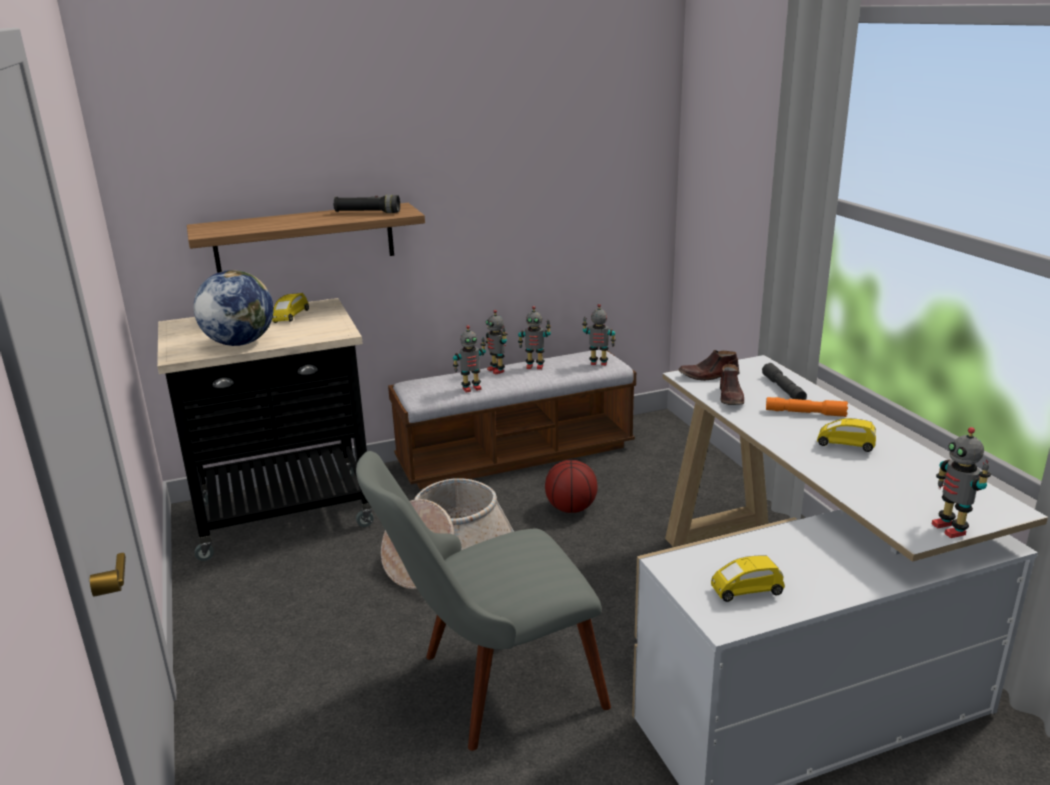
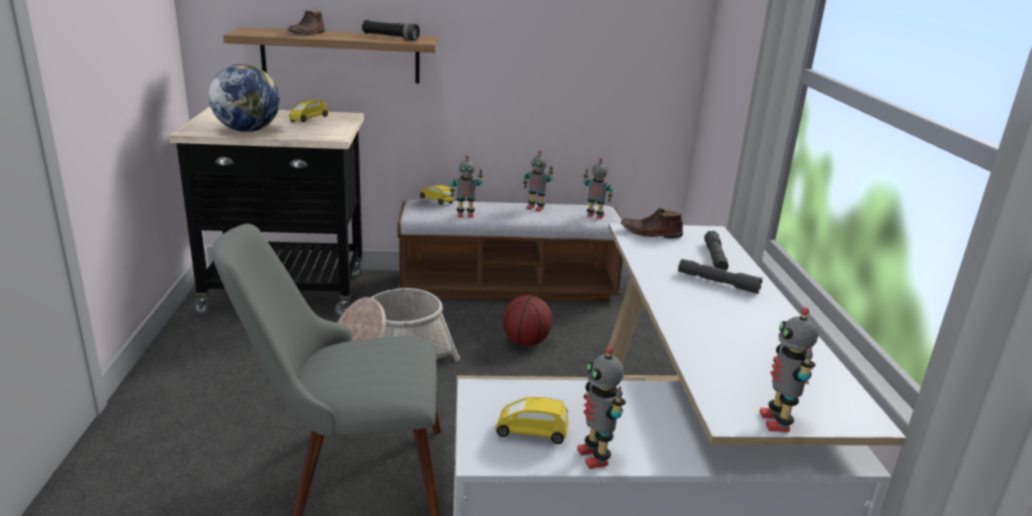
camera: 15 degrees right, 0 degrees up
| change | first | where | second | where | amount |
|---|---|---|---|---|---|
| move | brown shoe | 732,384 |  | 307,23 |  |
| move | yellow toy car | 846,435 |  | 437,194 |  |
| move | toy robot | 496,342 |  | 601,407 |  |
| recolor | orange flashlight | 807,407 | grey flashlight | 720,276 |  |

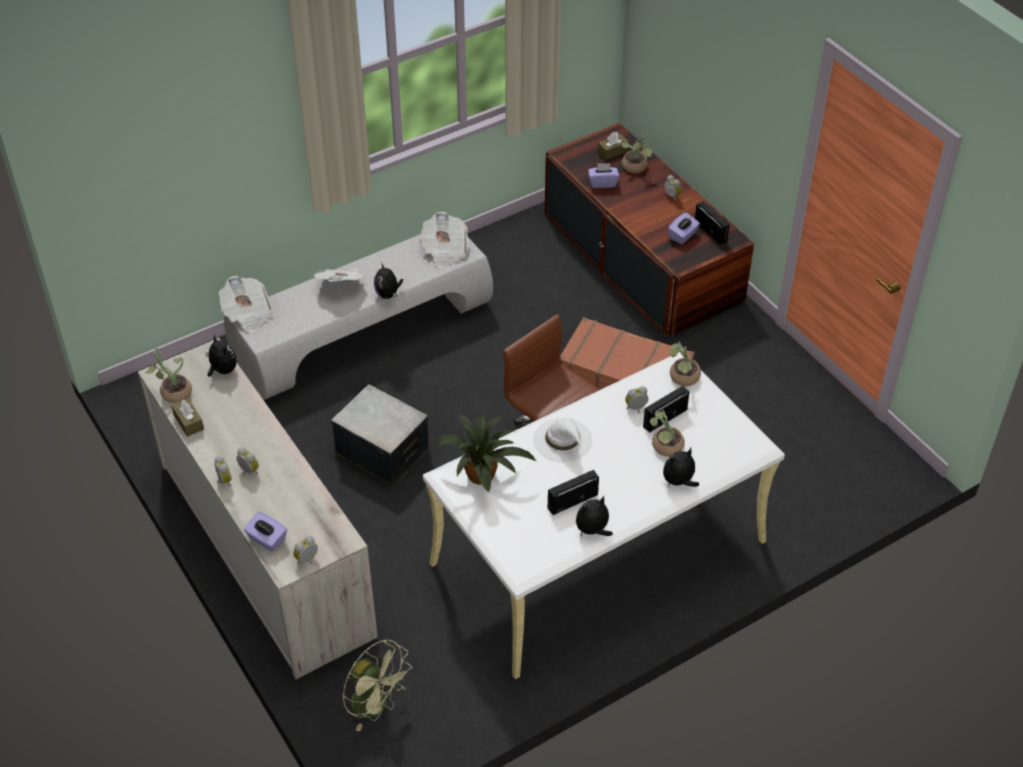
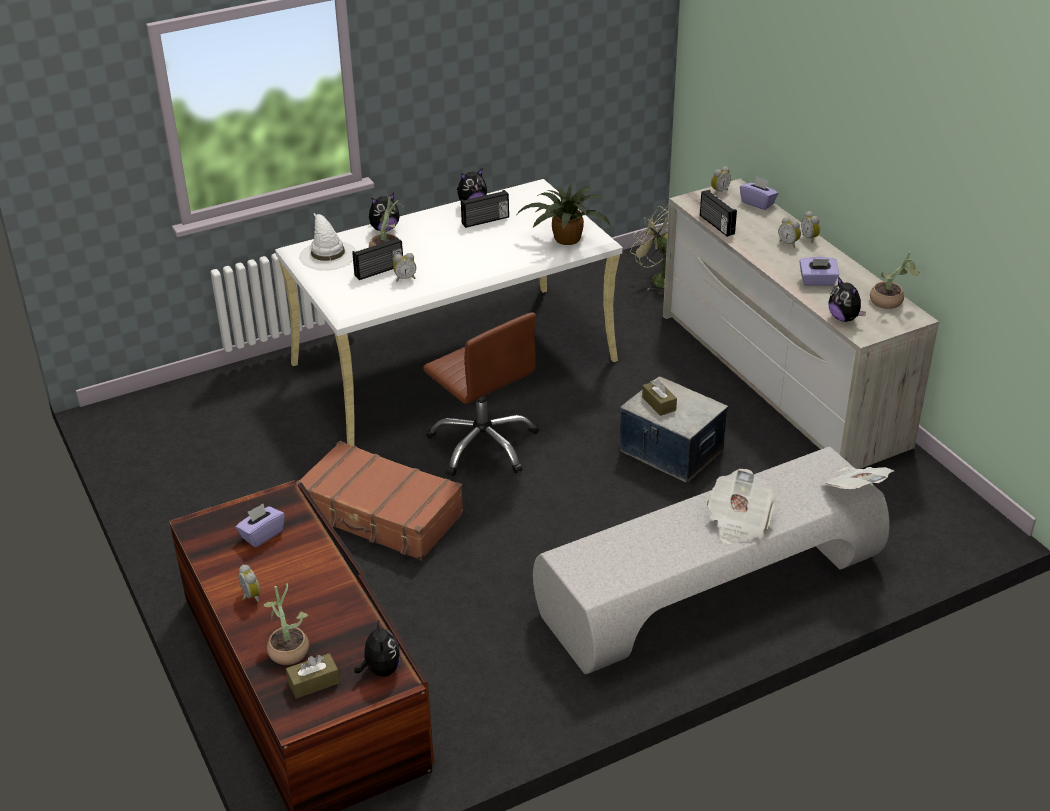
camera: 175 degrees left, 10 degrees down
| change | first | where | second | where | amount |
|---|---|---|---|---|---|
| move | white hat | 562,440 |  | 328,242 |  |
| move | plush toy | 388,280 |  | 377,648 |  |
| move | brown tissue box | 187,417 |  | 659,397 |  |
| move | radio | 712,223 |  | 718,213 |  |
| move | purple tissue box | 603,175 |  | 819,271 |  |
| delete | newspaper | 444,240 |  |  |  |
| delete | potted plant | 685,363 |  |  |  |

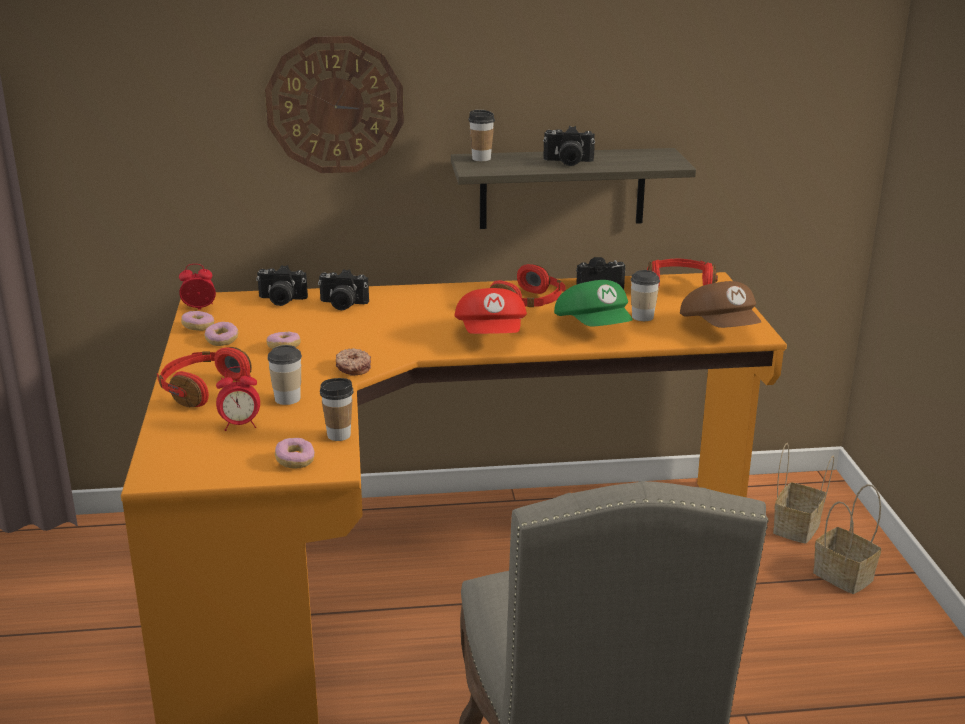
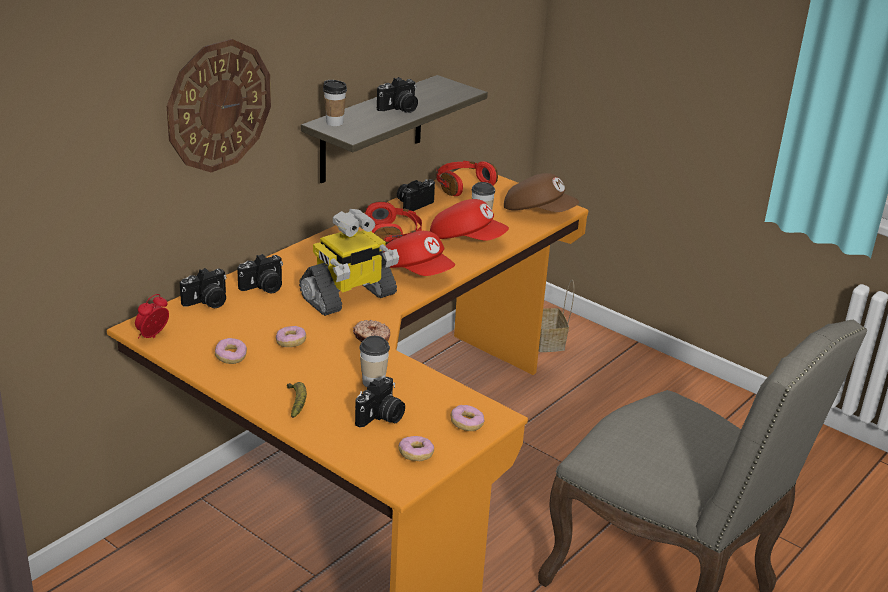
camera: 45 degrees left, 5 degrees up
| change | first | where | second | where | amount |
|---|---|---|---|---|---|
| replace | red headphones | 204,377 | banana | 297,400 |  |
| insert |  |  | toy robot | 349,262 |  |
| replace | alarm clock | 238,398 | photo camera | 380,402 |  |
| move | donut | 197,321 |  | 416,448 |  |
| recolor | green cap | 593,303 | red cap | 469,220 |  |
| delete | cup | 336,409 |  |  |  |
| delete | basket | 847,539 |  |  |  |

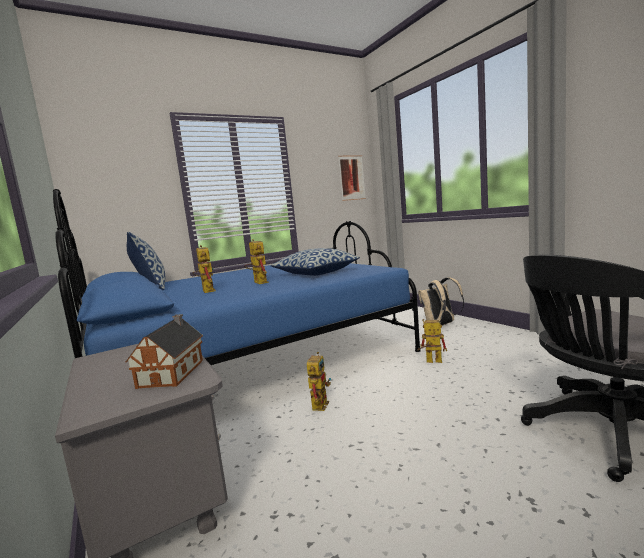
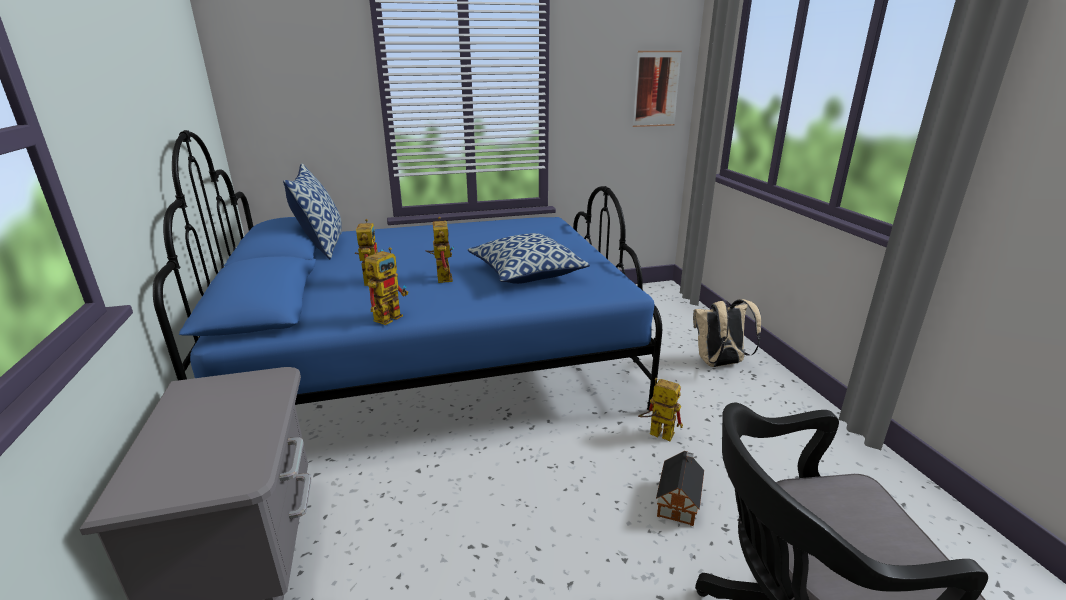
camera: 15 degrees right, 15 degrees up
| change | first | where | second | where | amount |
|---|---|---|---|---|---|
| move | toy robot | 319,381 |  | 386,286 |  |
| move | toy house | 164,351 |  | 680,488 |  |

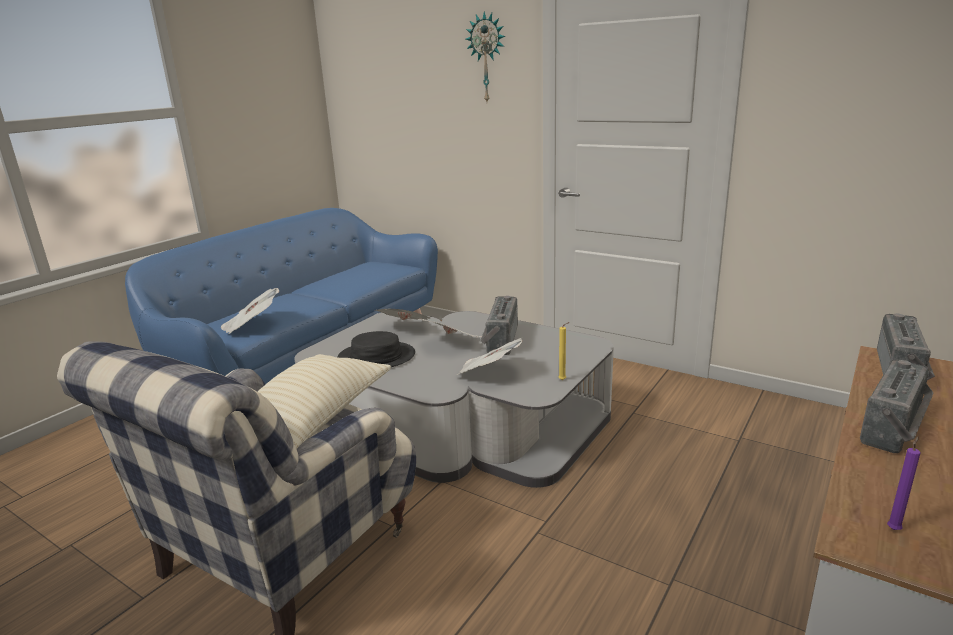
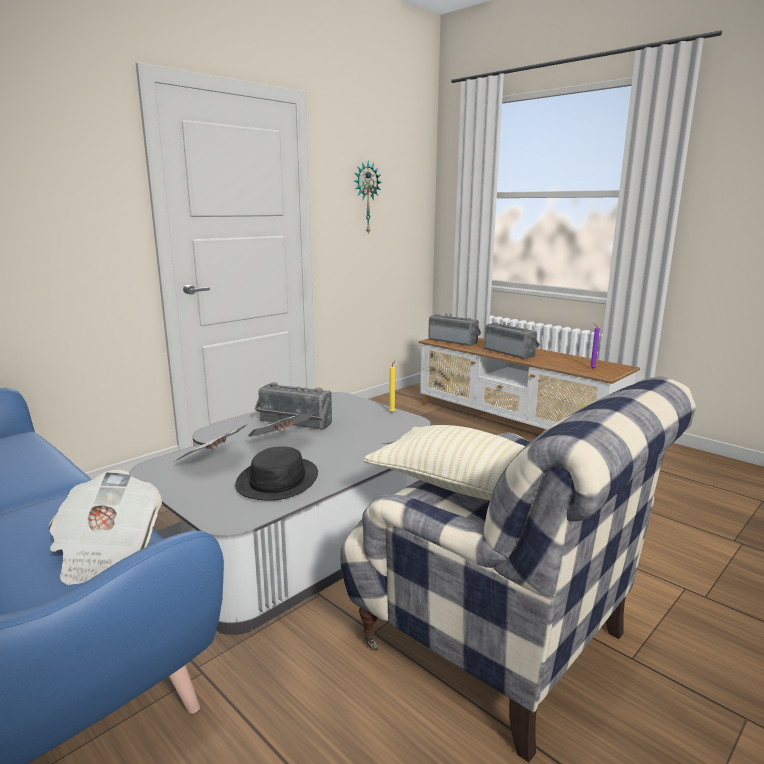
camera: 80 degrees left, 5 degrees down
| change | first | where | second | where | amount |
|---|---|---|---|---|---|
| move | wall clock | 485,57 |  | 368,198 |  |
| delete | newspaper | 490,356 |  |  |  |

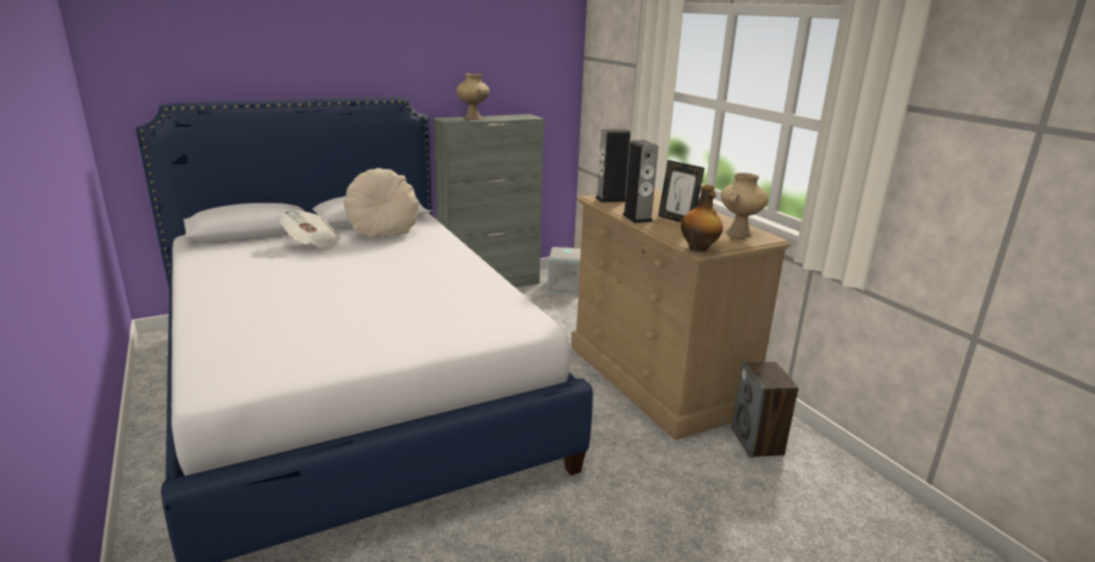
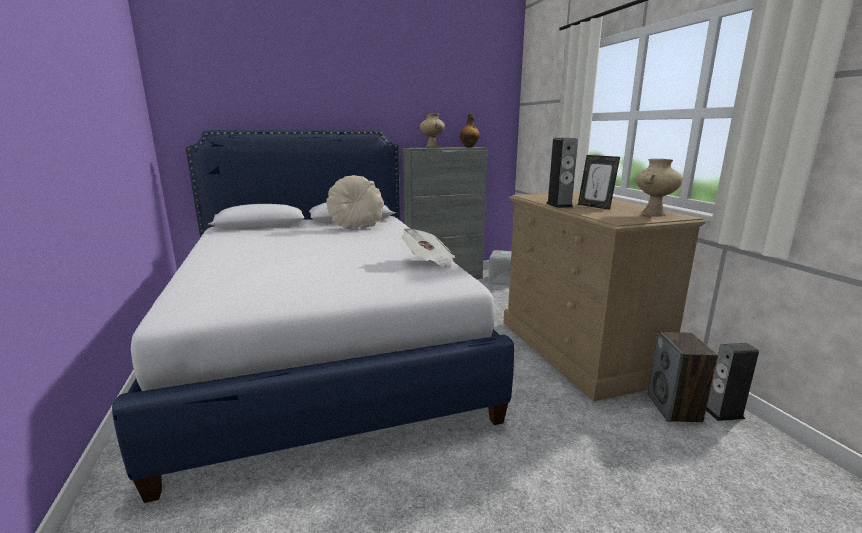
camera: 10 degrees right, 5 degrees down
| change | first | where | second | where | amount |
|---|---|---|---|---|---|
| move | newspaper | 310,230 |  | 428,248 |  |
| move | bottle | 702,218 |  | 470,130 |  |
| move | speaker | 612,166 |  | 732,382 |  |

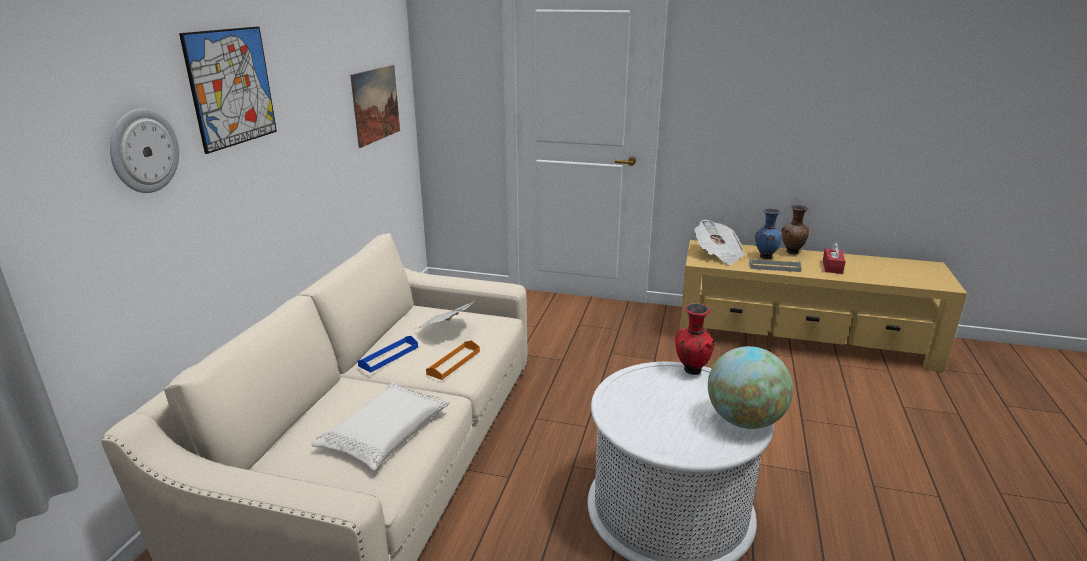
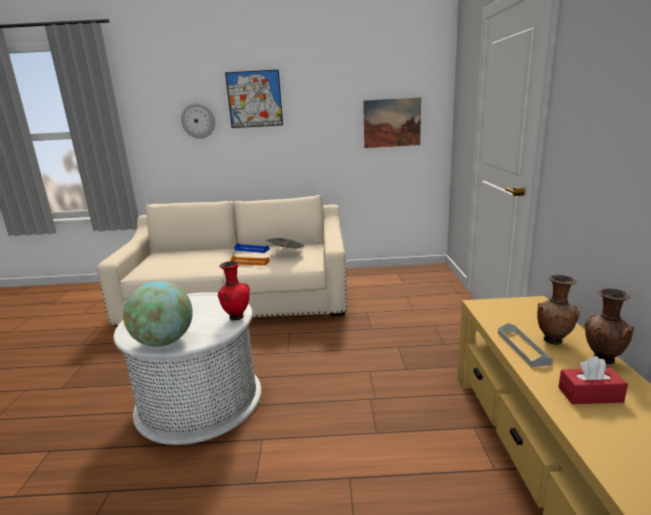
camera: 75 degrees right, 5 degrees down
| change | first | where | second | where | amount |
|---|---|---|---|---|---|
| recolor | blue vase | 768,233 | brown vase | 558,310 |  |
| delete | white pillow | 381,426 |  |  |  |
| delete | newspaper | 719,242 |  |  |  |

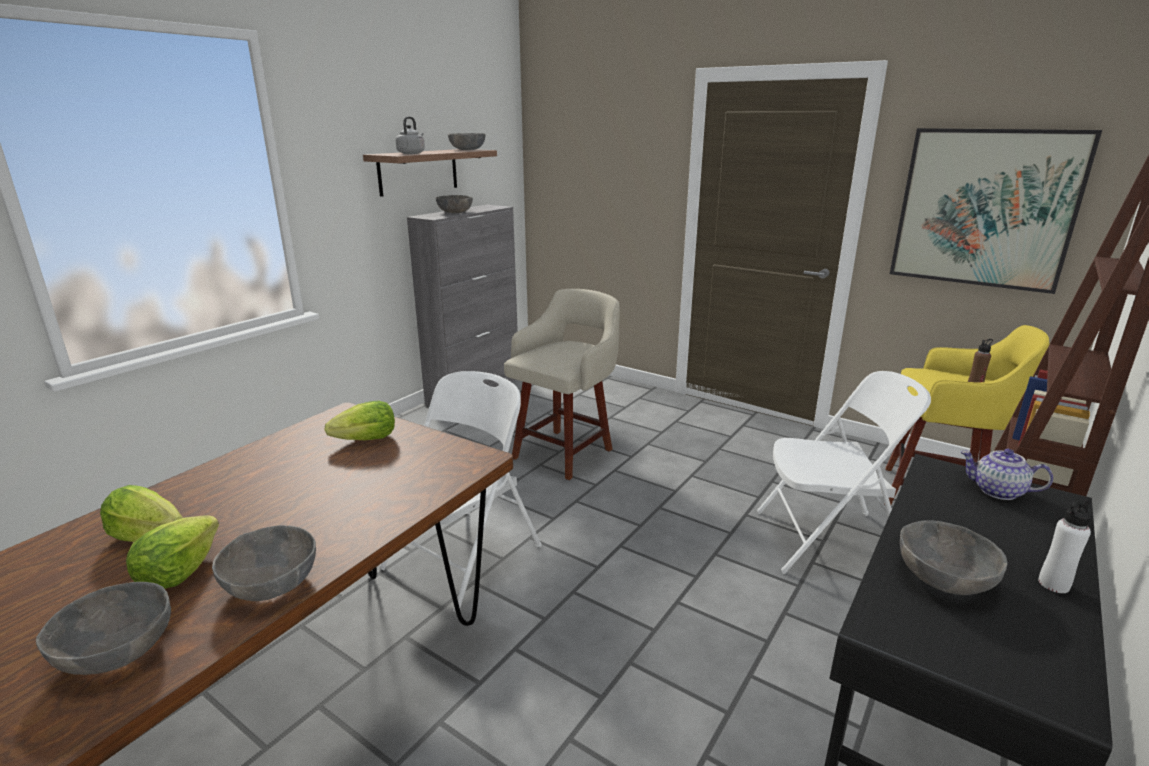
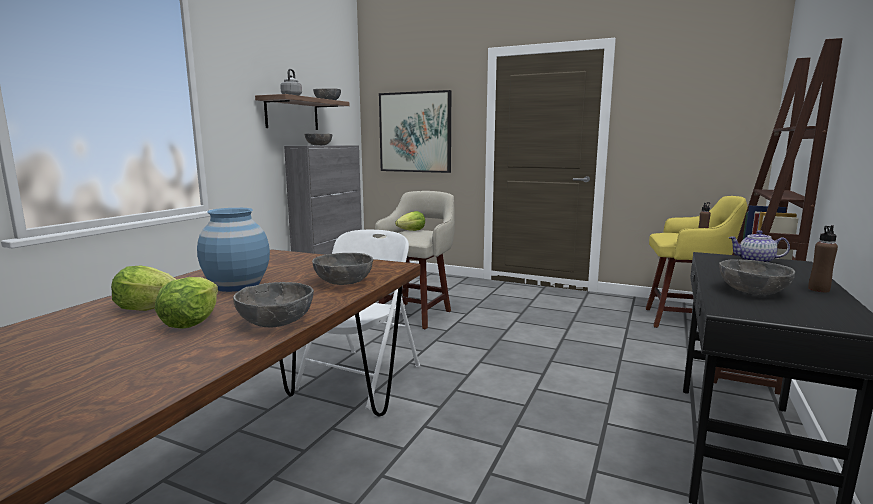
camera: 10 degrees left, 10 degrees down
| change | first | where | second | where | amount |
|---|---|---|---|---|---|
| insert |  |  | blue vase | 233,250 |  |
| move | grey bowl | 103,628 |  | 342,269 |  |
| move | picture | 996,211 |  | 415,131 |  |
| move | lettuce | 360,420 |  | 410,221 |  |
| recolor | white bottle | 1064,546 | brown bottle | 823,258 |  |
| delete | white chair | 844,472 |  |  |  |

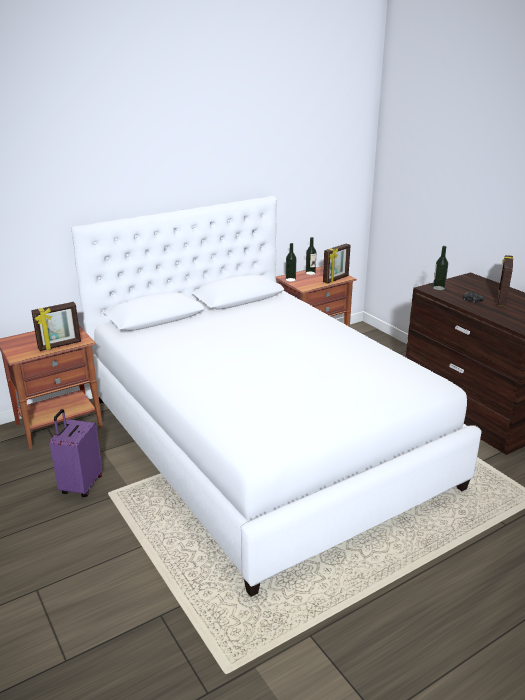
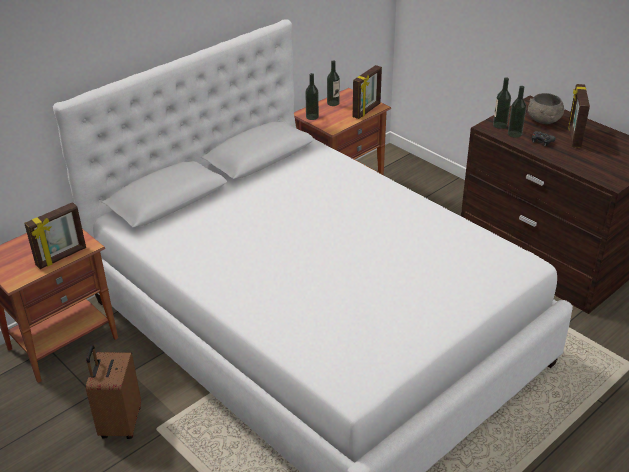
camera: 10 degrees left, 10 degrees up
| change | first | where | second | where | amount |
|---|---|---|---|---|---|
| recolor | purple suitcase | 76,453 | brown suitcase | 113,392 |  |
| insert |  |  | bottle | 517,112 |  |
| insert |  |  | grey bowl | 545,108 |  |

